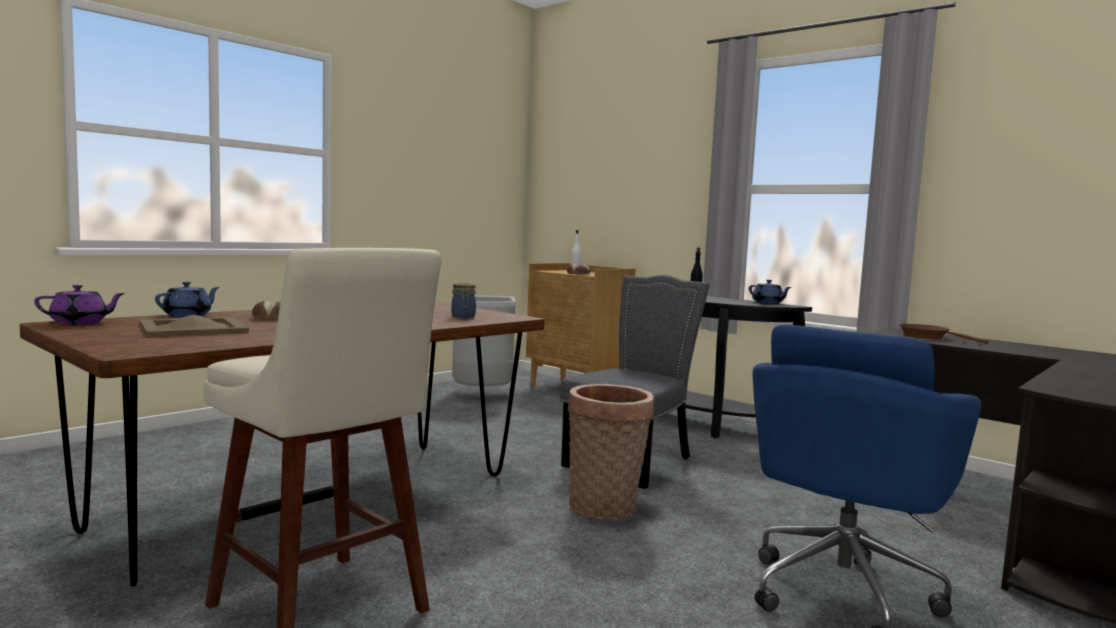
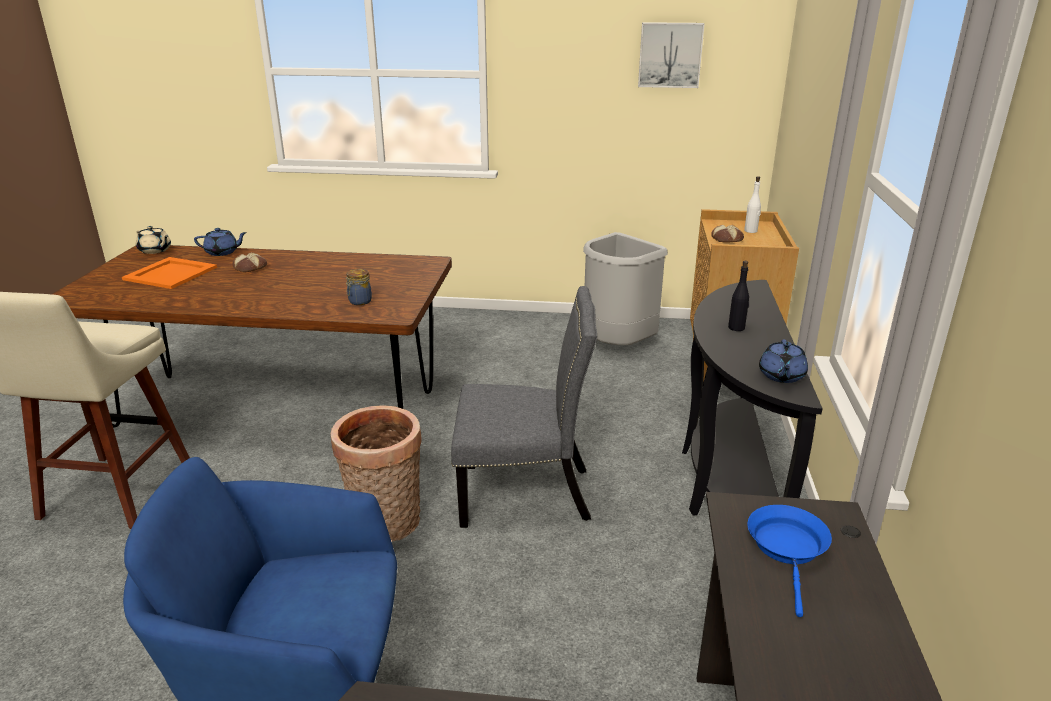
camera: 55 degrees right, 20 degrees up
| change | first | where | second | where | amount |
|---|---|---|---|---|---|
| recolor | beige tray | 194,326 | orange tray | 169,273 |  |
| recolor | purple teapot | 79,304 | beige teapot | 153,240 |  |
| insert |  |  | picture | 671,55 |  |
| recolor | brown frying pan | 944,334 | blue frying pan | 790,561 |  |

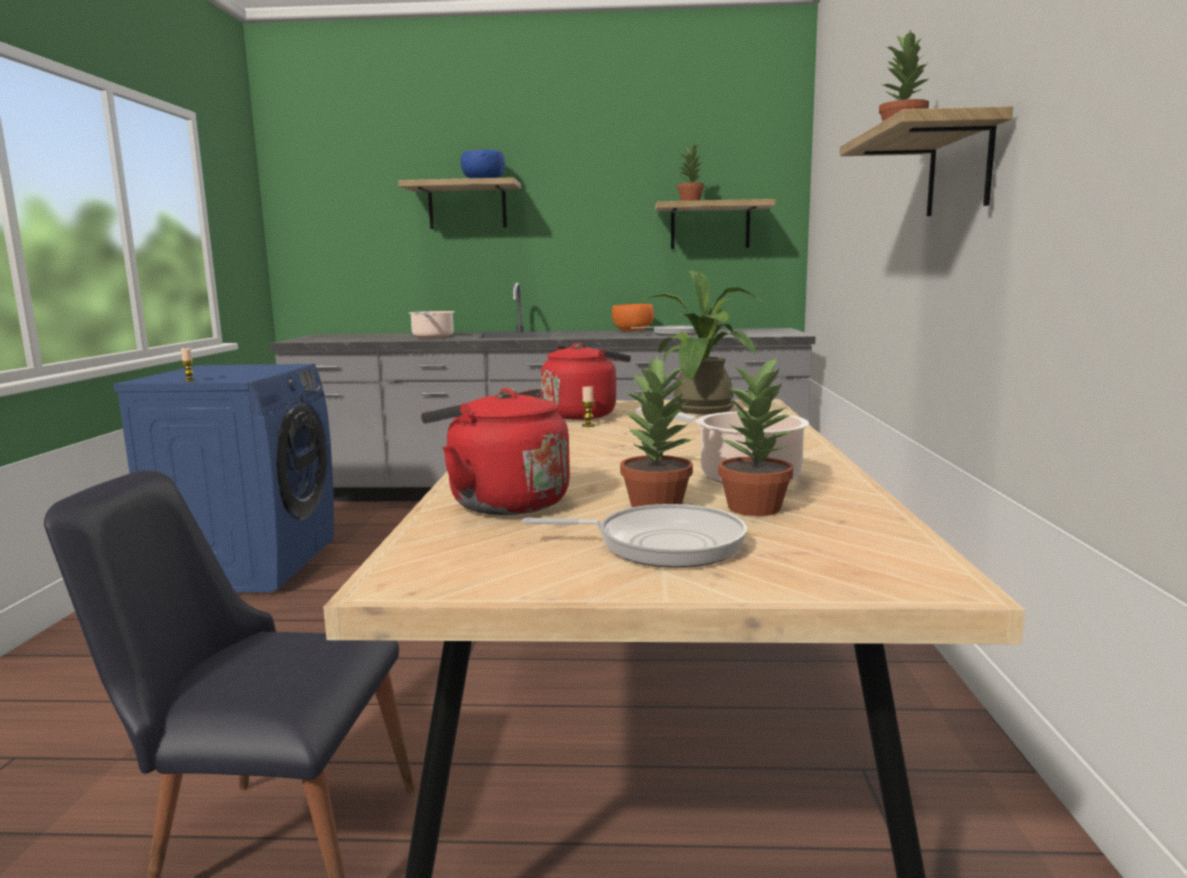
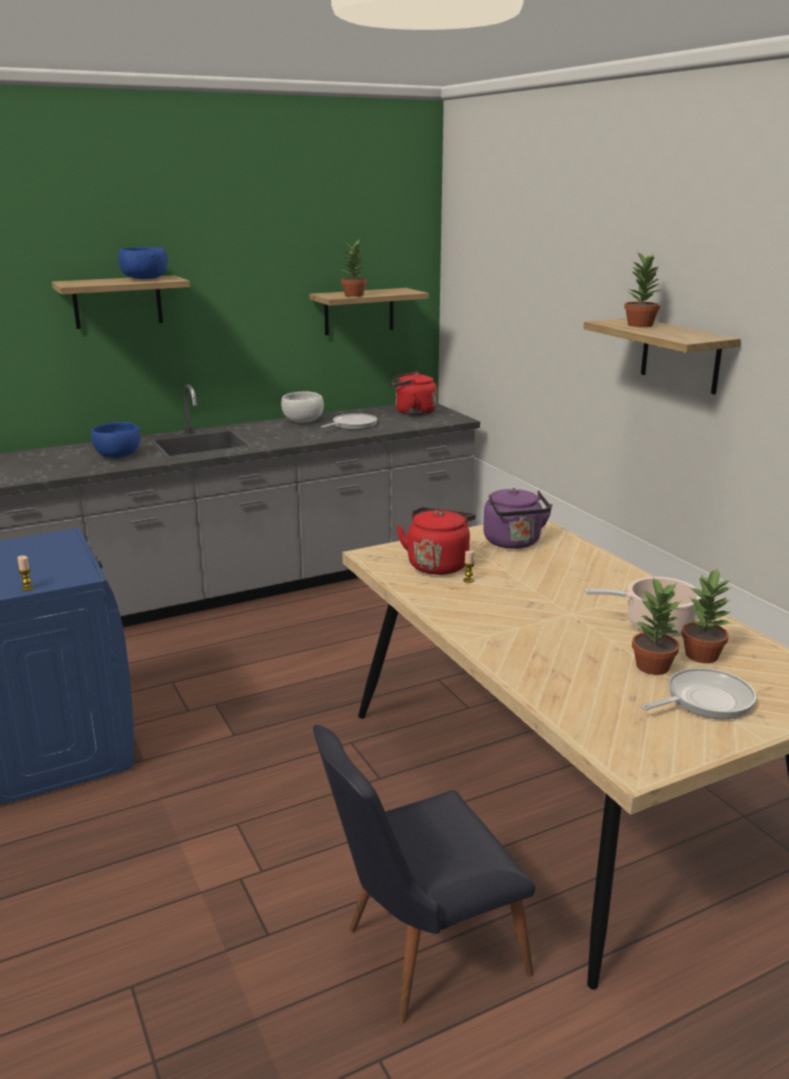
camera: 30 degrees left, 10 degrees up
| change | first | where | second | where | amount |
|---|---|---|---|---|---|
| replace | cooking pot | 431,324 | blue bowl | 115,440 |  |
| recolor | orange bowl | 633,317 | white bowl | 302,407 |  |
| move | red kettle | 495,451 |  | 414,393 |  |
| replace | potted plant | 702,342 | purple kettle | 518,518 |  |

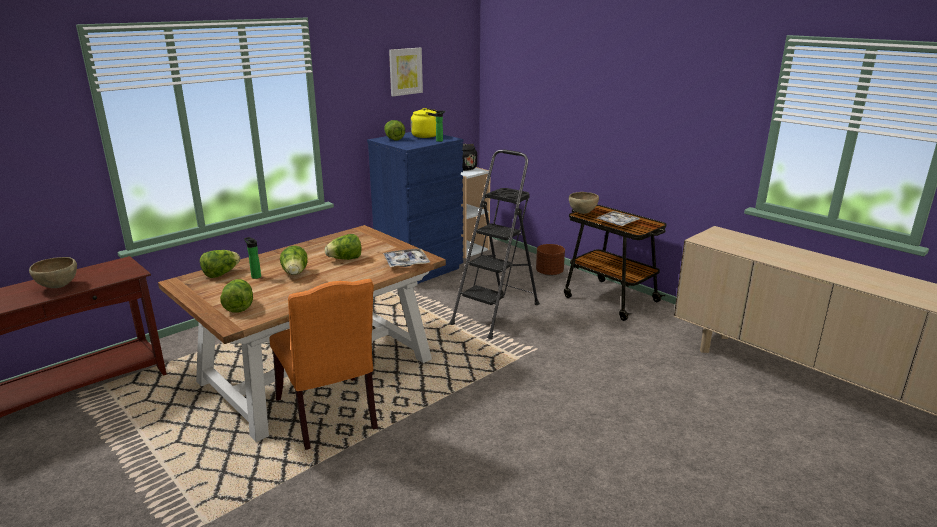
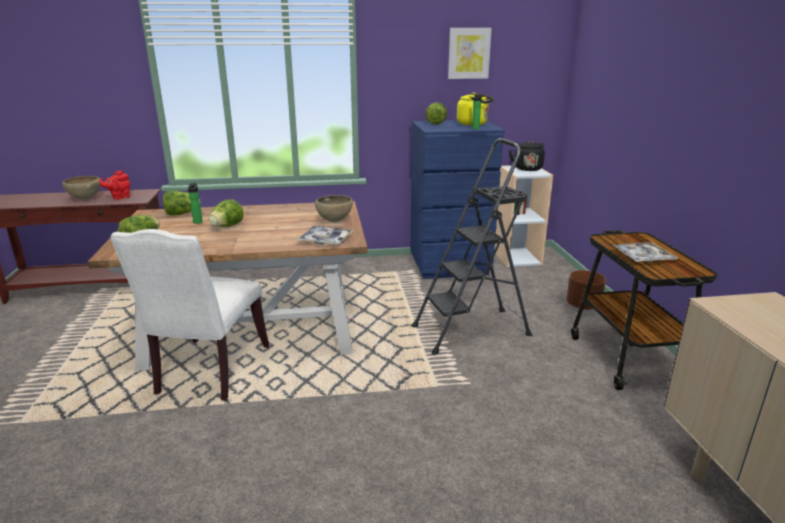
camera: 35 degrees right, 0 degrees up
| change | first | where | second | where | amount |
|---|---|---|---|---|---|
| insert |  |  | red teapot | 114,185 |  |
| recolor | orange chair | 323,364 | white chair | 190,315 |  |
| move | brown bowl | 584,203 |  | 334,209 |  |
| delete | lettuce | 343,247 |  |  |  |

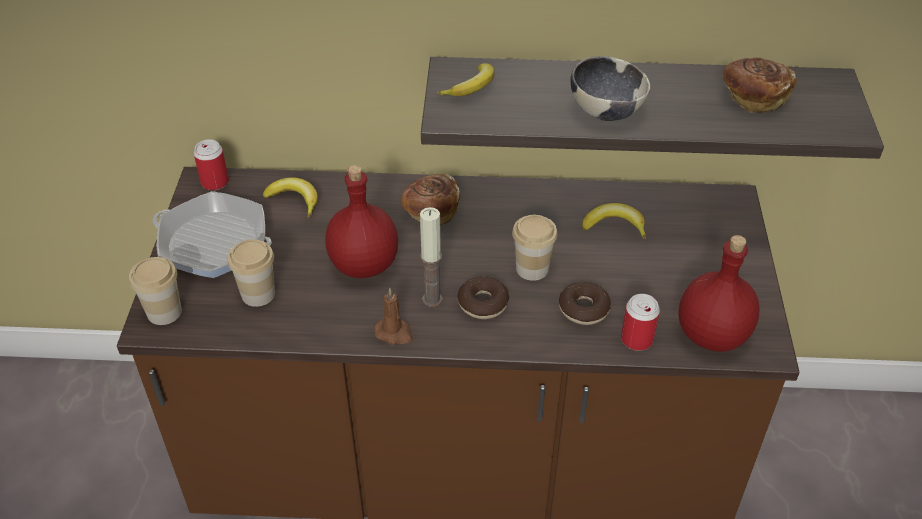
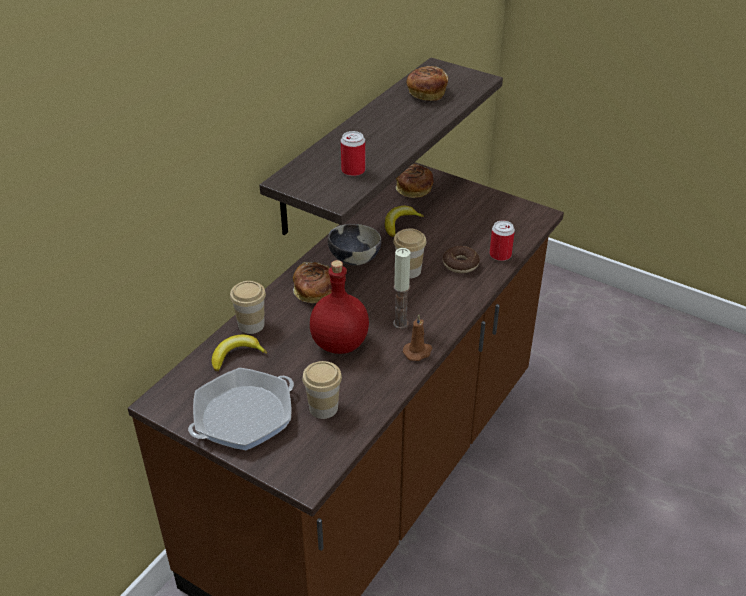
camera: 60 degrees left, 5 degrees down
| change | first | where | second | where | amount |
|---|---|---|---|---|---|
| move | cup | 155,291 |  | 248,307 |  |
| move | bowl | 610,88 |  | 354,244 |  |
| move | can | 211,164 |  | 353,153 |  |
| insert |  |  | bread | 414,181 |  |
| delete | banana | 465,79 |  |  |  |
| delete | donut | 483,297 |  |  |  |
| delete | red bottle | 719,293 |  |  |  |

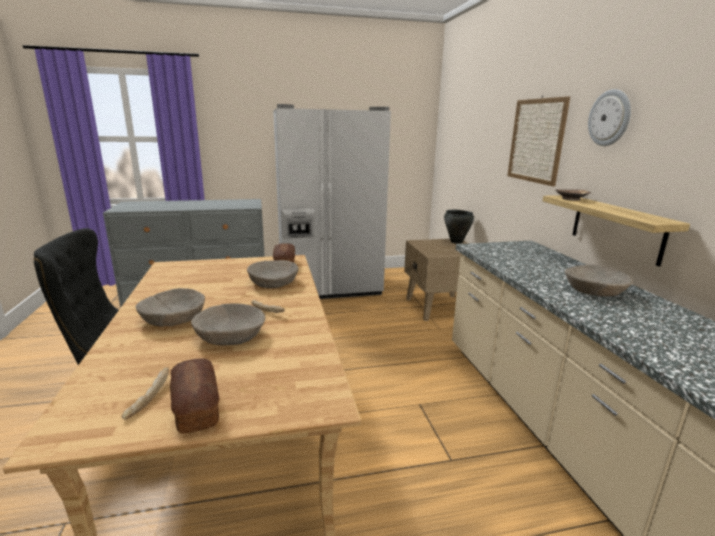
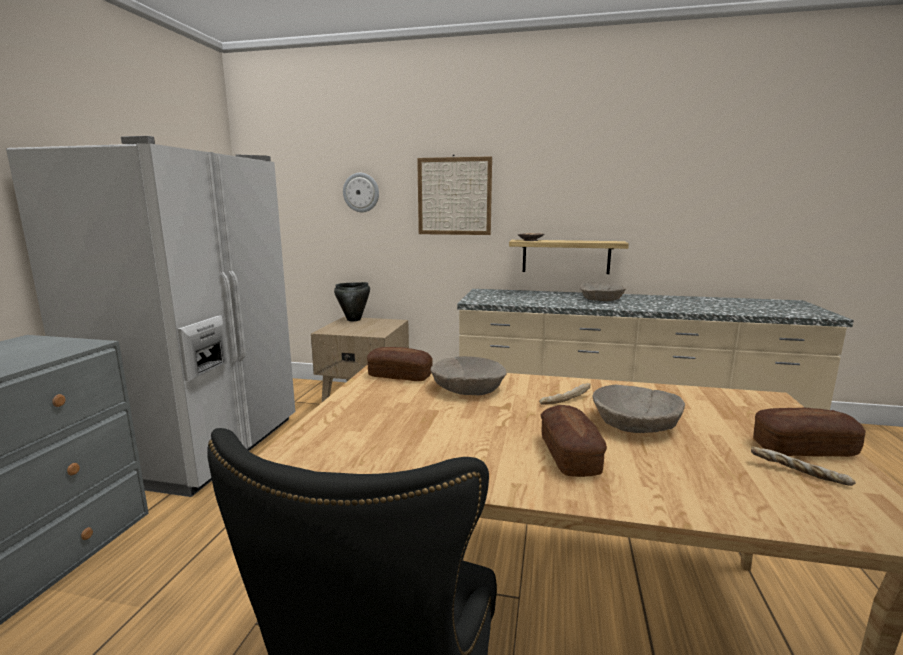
camera: 65 degrees left, 5 degrees down
| change | first | where | second | where | amount |
|---|---|---|---|---|---|
| move | wall clock | 609,117 |  | 361,192 |  |
| replace | beige bowl | 170,307 | bread | 574,441 |  |

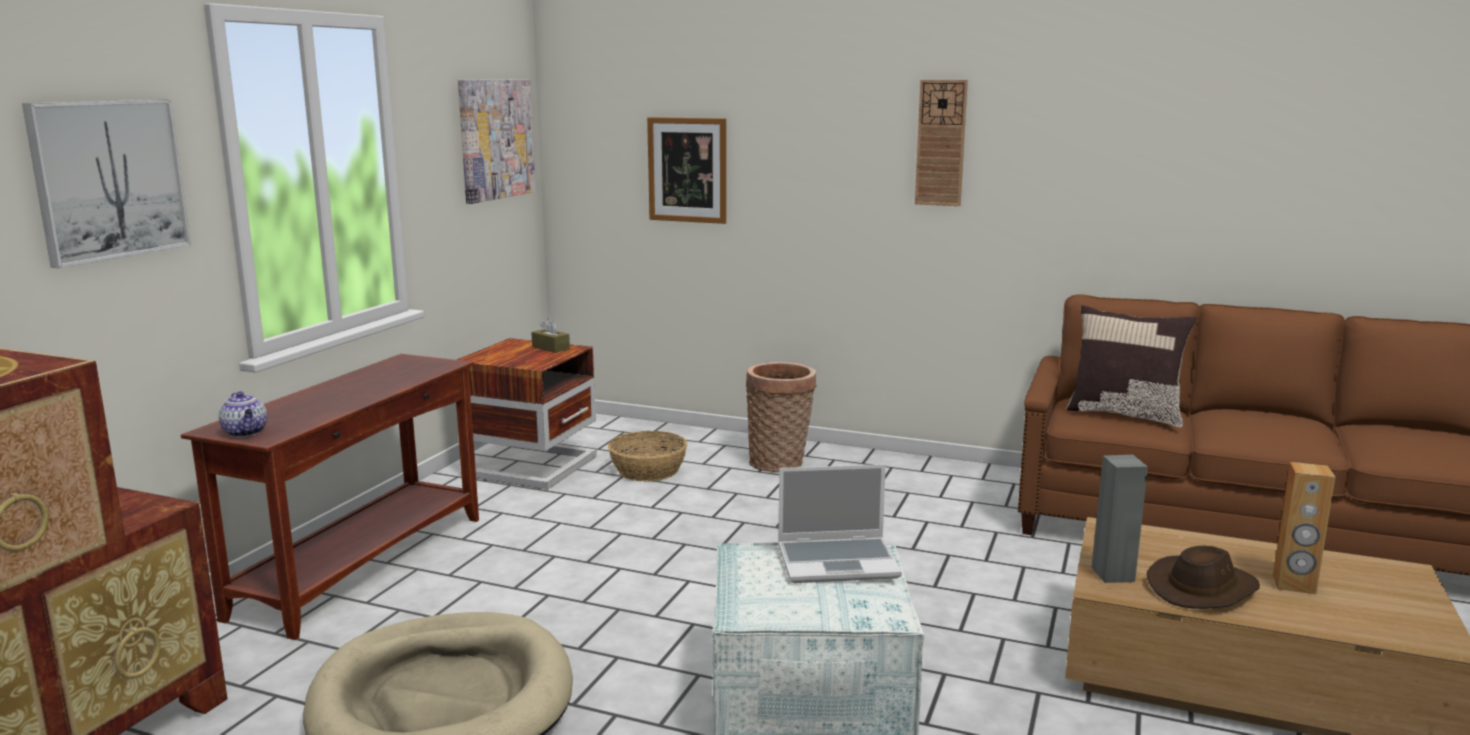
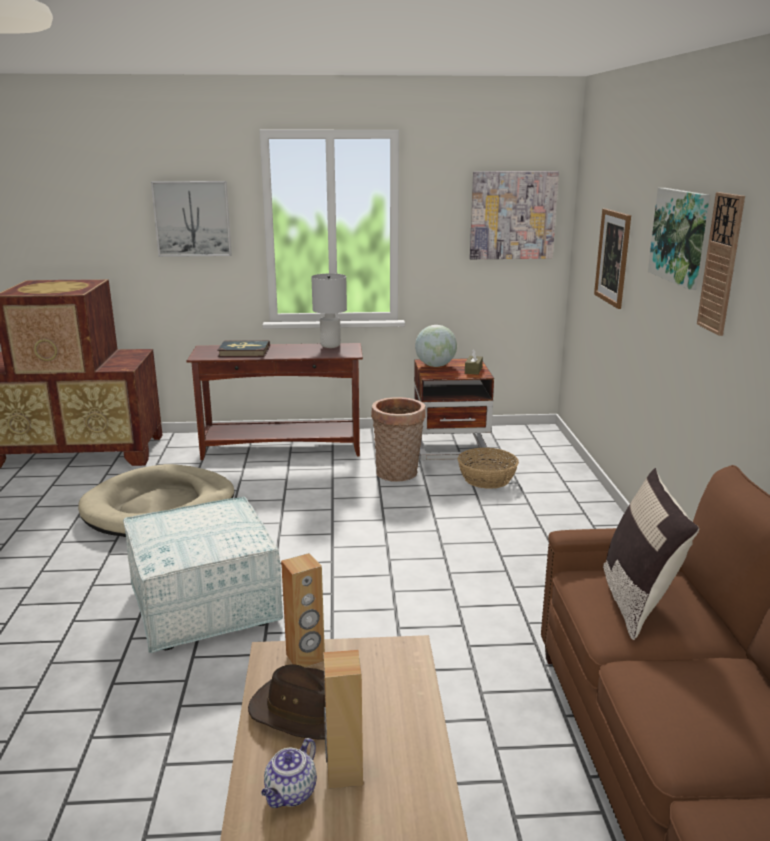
camera: 65 degrees right, 5 degrees up
| change | first | where | second | where | amount |
|---|---|---|---|---|---|
| insert |  |  | book | 243,348 |  |
| move | teapot | 243,414 |  | 289,773 |  |
| recolor | grey speaker | 1119,519 | brown speaker | 303,610 |  |
| insert |  |  | grey table lamp | 329,310 |  |
| move | basket | 781,417 |  | 398,439 |  |
| insert |  |  | globe | 436,346 |  |
| insert |  |  | picture | 679,239 |  |
| delete | laptop | 840,523 |  |  |  |

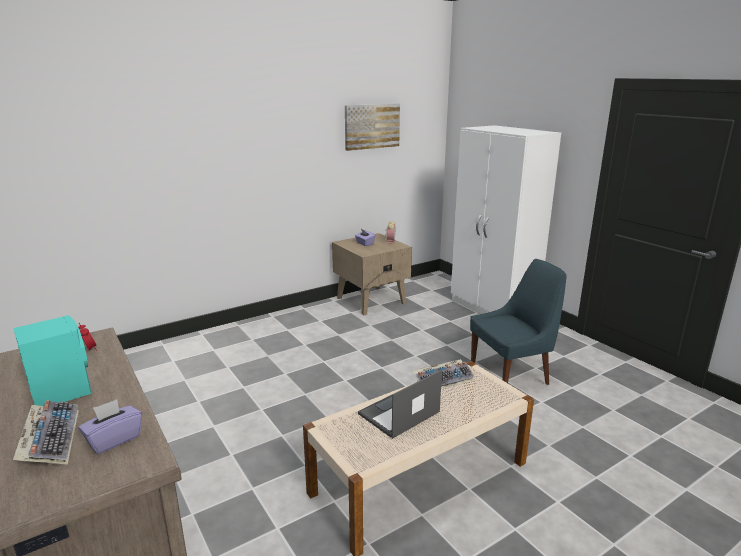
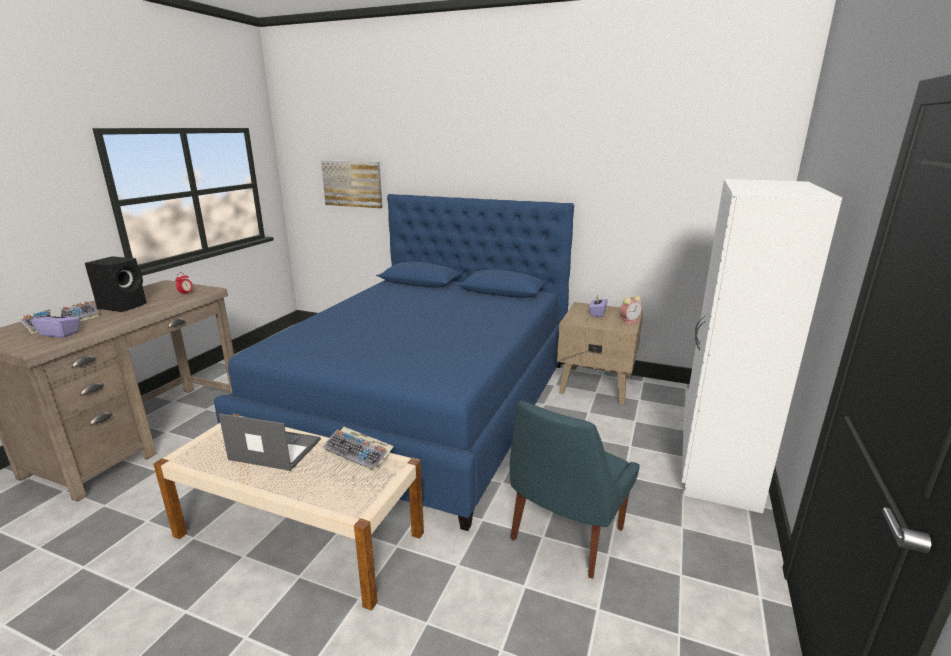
camera: 55 degrees right, 0 degrees up
| change | first | where | second | where | amount |
|---|---|---|---|---|---|
| recolor | turquoise speaker | 52,360 | black speaker | 116,284 |  |
| insert |  |  | blue bed | 394,362 |  |
| move | picture | 372,127 |  | 352,184 |  |
| rotate | blue chair | 518,322 |  | 575,489 | 90 degrees clockwise |

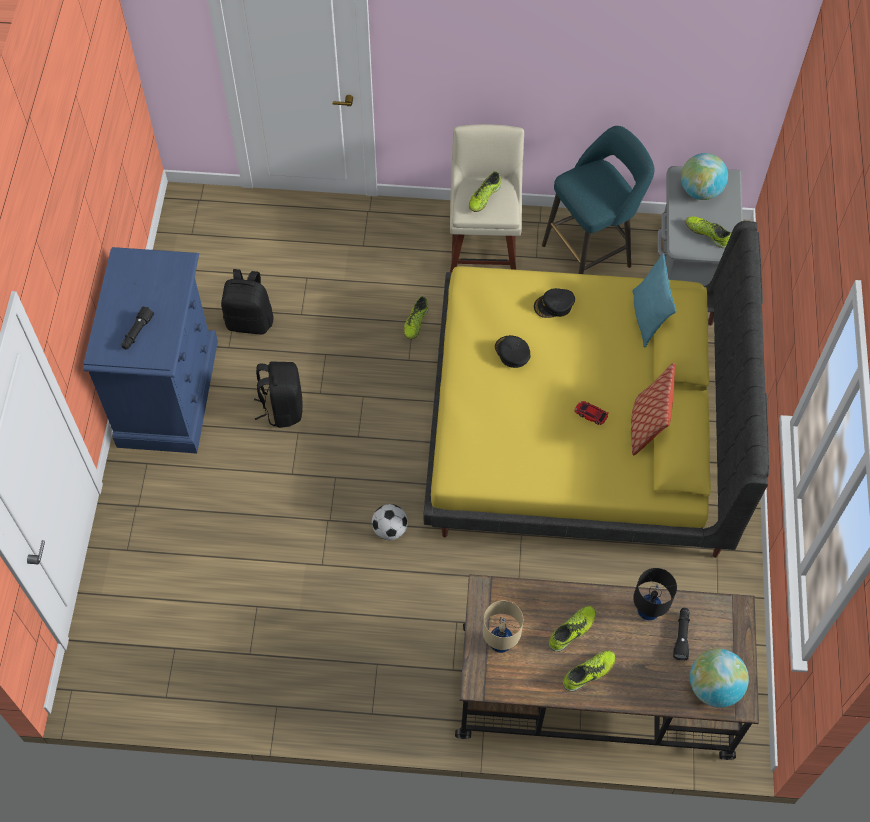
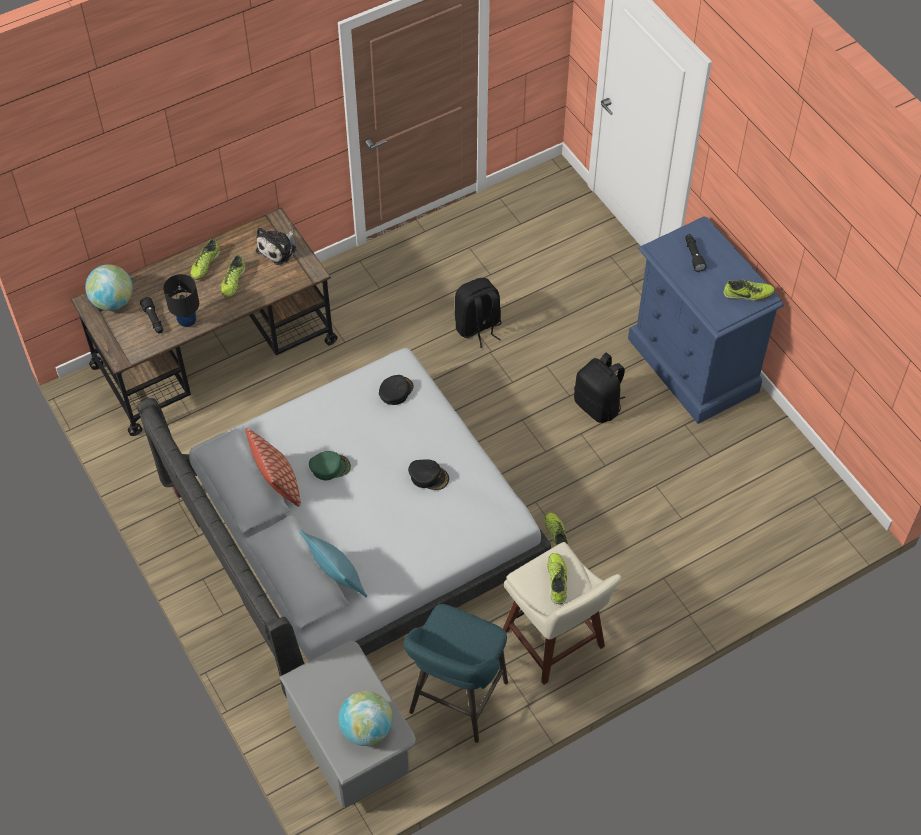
camera: 145 degrees right, 5 degrees down
| change | first | where | second | where | amount |
|---|---|---|---|---|---|
| recolor | yellow bed | 596,389 | grey bed | 343,523 |  |
| replace | beige table lamp | 503,627 | plush toy | 276,246 |  |
| replace | toy car | 591,413 | green cap | 330,466 |  |
| move | black cap | 554,303 |  | 396,390 |  |
| move | black backpack | 247,301 |  | 478,313 |  |
| move | shoe | 708,232 |  | 748,290 |  |
| delete | football | 390,522 |  |  |  |

